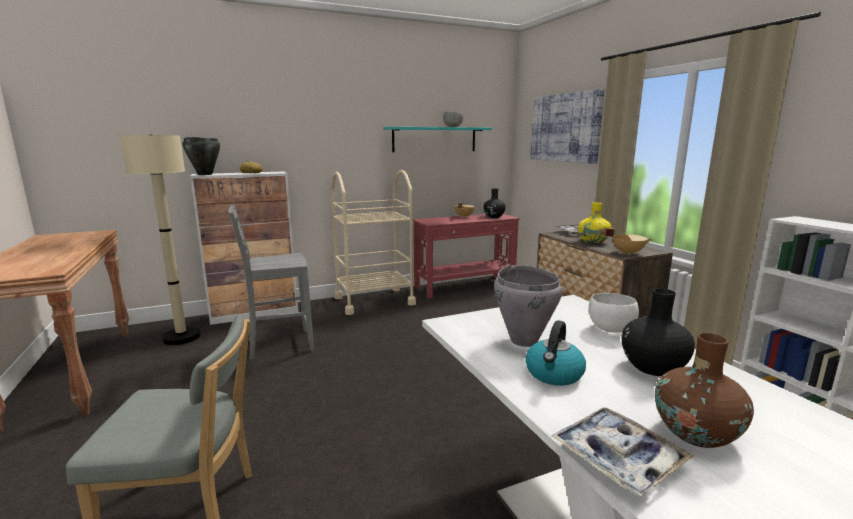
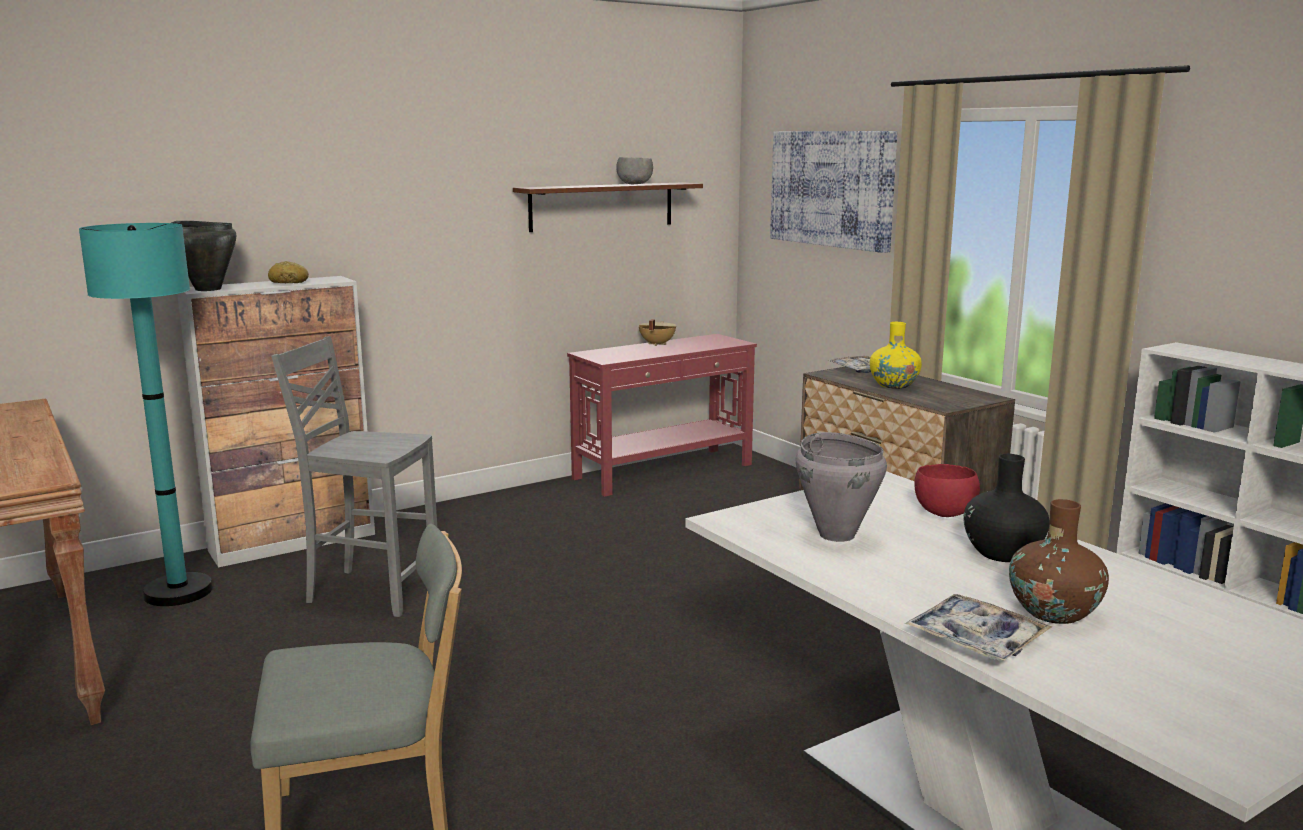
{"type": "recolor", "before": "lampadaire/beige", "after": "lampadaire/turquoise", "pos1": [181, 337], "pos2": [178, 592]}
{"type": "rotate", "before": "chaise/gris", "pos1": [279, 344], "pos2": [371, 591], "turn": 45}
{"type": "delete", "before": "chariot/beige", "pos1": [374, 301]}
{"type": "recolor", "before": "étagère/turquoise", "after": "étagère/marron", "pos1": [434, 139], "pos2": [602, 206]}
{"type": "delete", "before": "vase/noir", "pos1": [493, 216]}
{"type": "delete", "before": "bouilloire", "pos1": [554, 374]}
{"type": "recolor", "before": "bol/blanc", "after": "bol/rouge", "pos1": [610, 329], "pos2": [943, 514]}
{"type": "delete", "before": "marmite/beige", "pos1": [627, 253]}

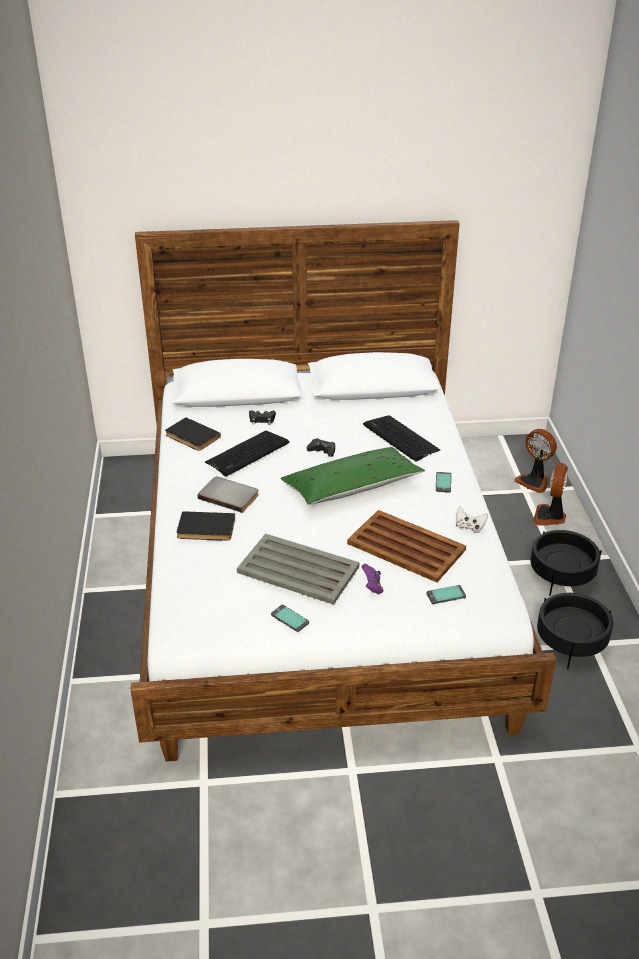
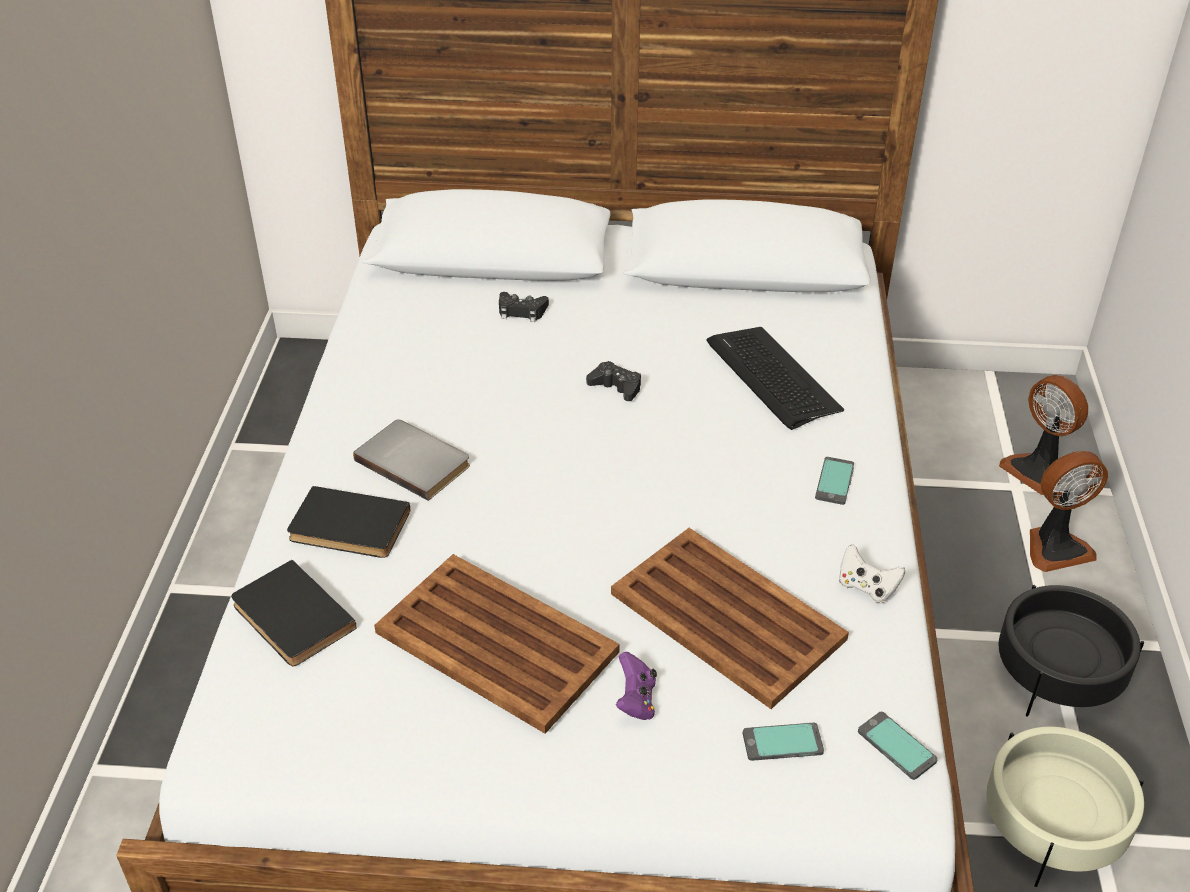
{"type": "move", "before": "livre/noir", "pos1": [191, 437], "pos2": [289, 618]}
{"type": "delete", "before": "clavier", "pos1": [247, 454]}
{"type": "recolor", "before": "plateau/gris", "after": "plateau/marron", "pos1": [299, 570], "pos2": [498, 644]}
{"type": "move", "before": "téléphone", "pos1": [289, 619], "pos2": [896, 746]}
{"type": "delete", "before": "coussin/vert", "pos1": [352, 487]}
{"type": "rotate", "before": "ventilateur", "pos1": [550, 517], "pos2": [1055, 547], "turn": -135}
{"type": "recolor", "before": "cache-pot/noir", "after": "cache-pot/beige", "pos1": [570, 642], "pos2": [1051, 827]}

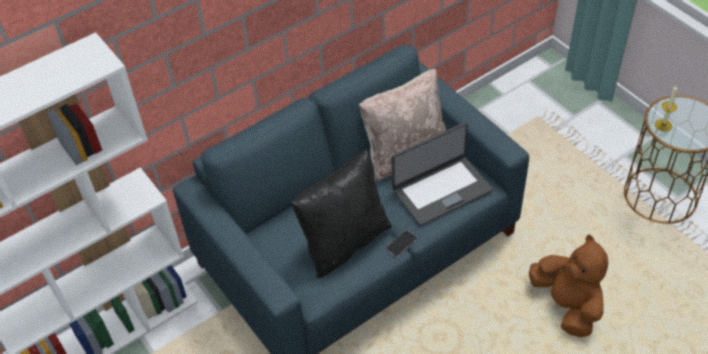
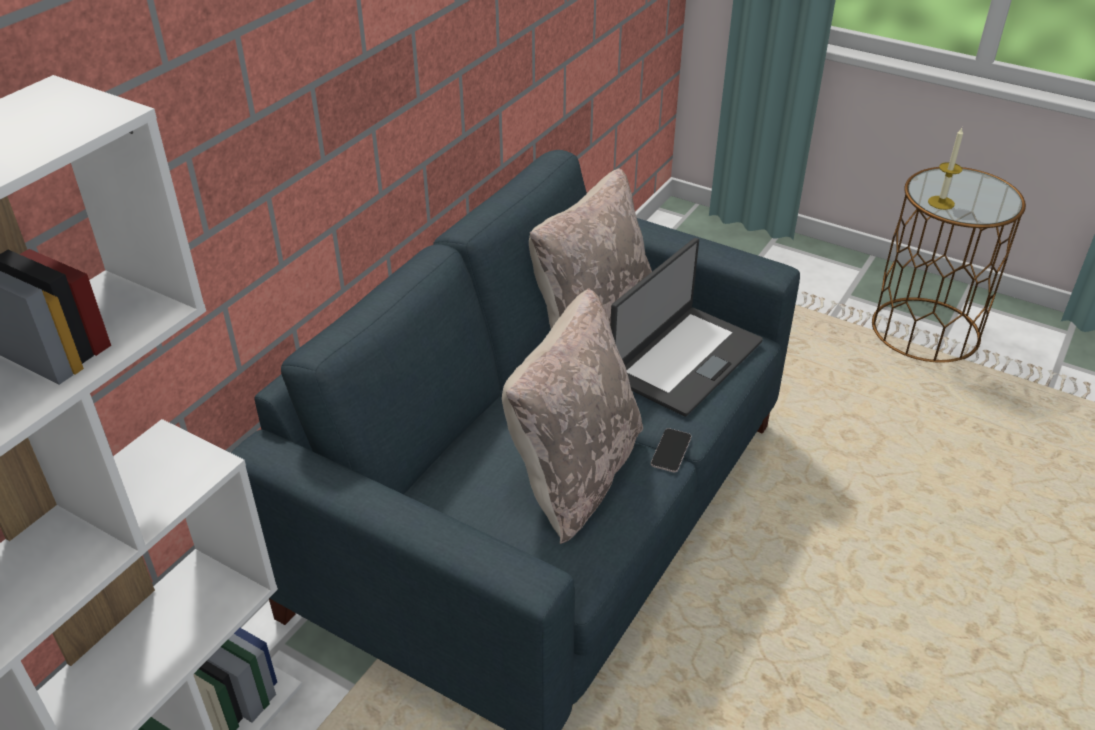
{"type": "recolor", "before": "coussin/noir", "after": "coussin/beige", "pos1": [344, 241], "pos2": [574, 473]}
{"type": "delete", "before": "peluche/marron", "pos1": [567, 305]}

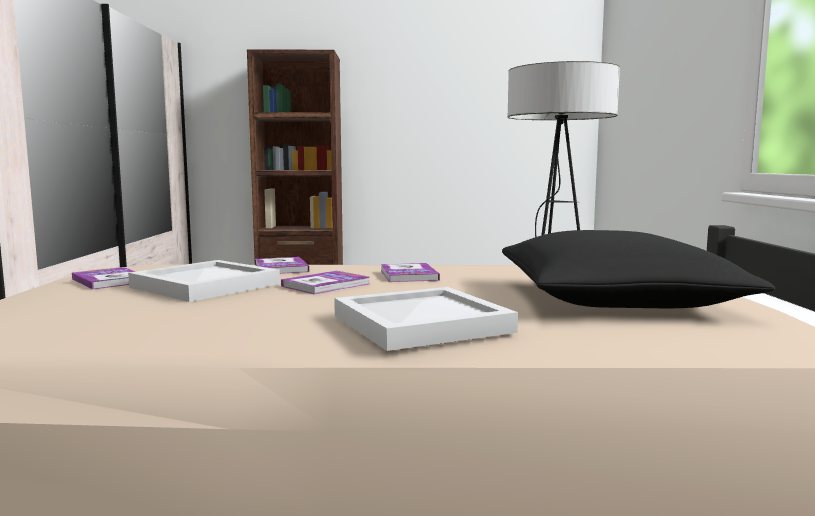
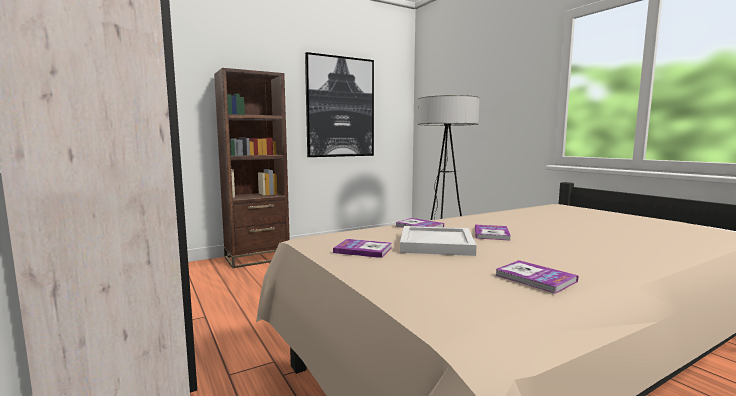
{"type": "delete", "before": "plateau/blanc", "pos1": [422, 323]}
{"type": "move", "before": "livre", "pos1": [408, 275], "pos2": [535, 278]}
{"type": "delete", "before": "coussin/noir", "pos1": [614, 298]}
{"type": "insert", "after": "tableau", "pos2": [340, 107]}

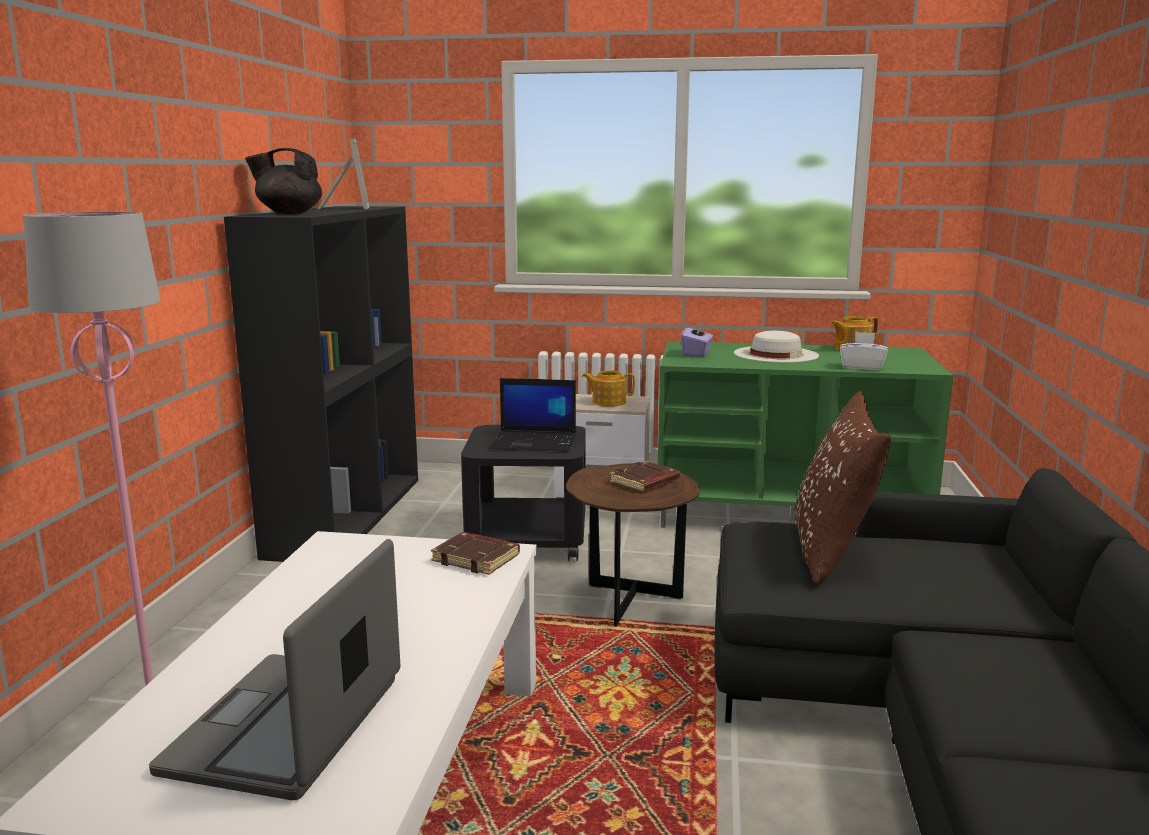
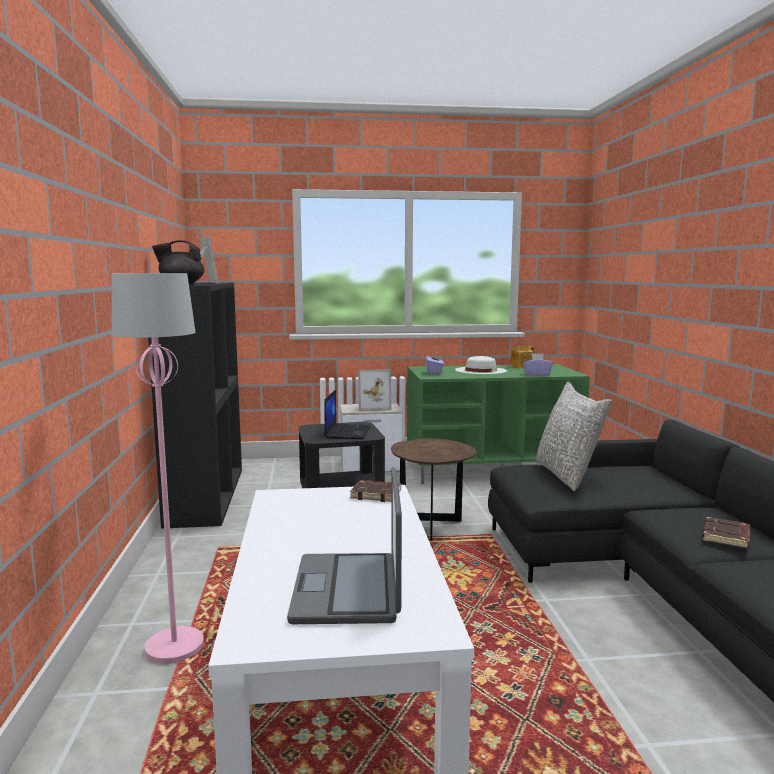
{"type": "rotate", "before": "ordinateur portable", "pos1": [535, 442], "pos2": [347, 432], "turn": -75}
{"type": "replace", "before": "théière", "after": "cadre photo", "pos1": [608, 402], "pos2": [373, 407]}
{"type": "move", "before": "livre/marron", "pos1": [644, 482], "pos2": [727, 537]}
{"type": "recolor", "before": "coussin/marron", "after": "coussin/gris", "pos1": [832, 551], "pos2": [567, 475]}
{"type": "recolor", "before": "boîte à mouchoirs/blanc", "after": "boîte à mouchoirs/violet", "pos1": [862, 367], "pos2": [537, 374]}

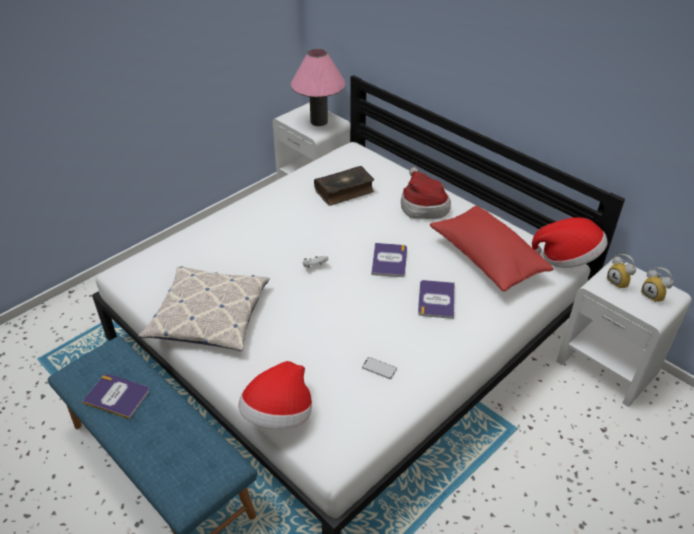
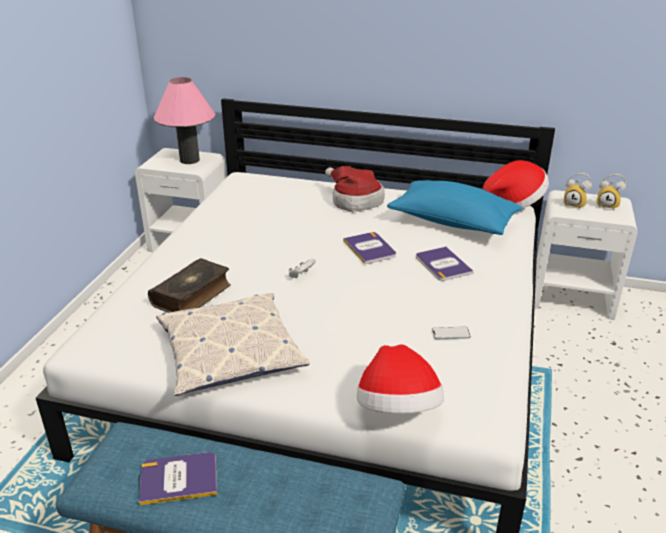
{"type": "move", "before": "livre", "pos1": [344, 191], "pos2": [192, 295]}
{"type": "recolor", "before": "coussin/rouge", "after": "coussin/bleu", "pos1": [486, 259], "pos2": [452, 223]}

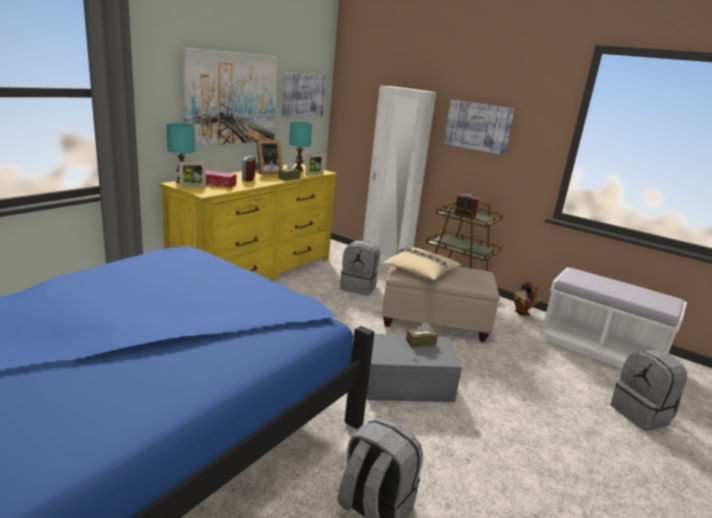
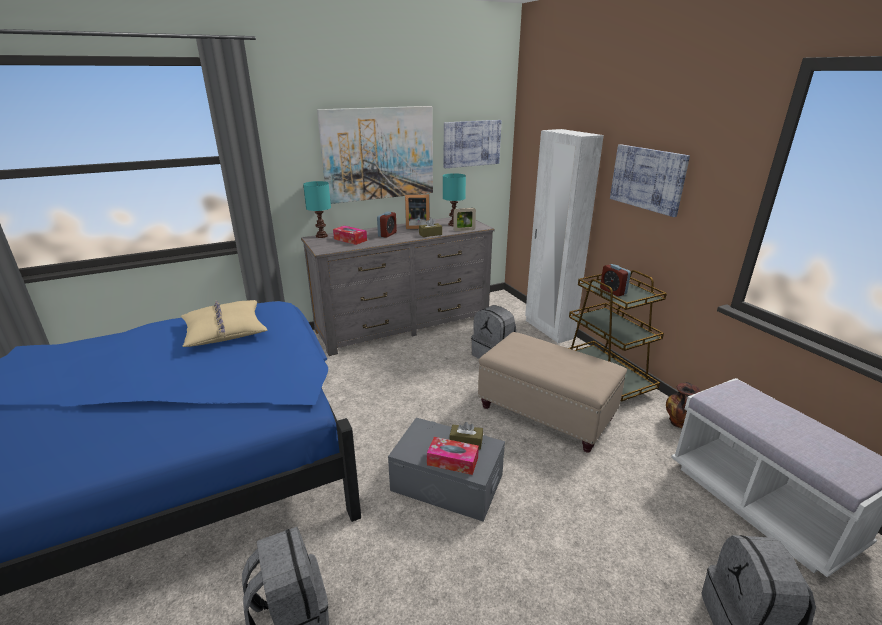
{"type": "recolor", "before": "commode/jaune", "after": "commode/gris", "pos1": [255, 272], "pos2": [404, 324]}
{"type": "delete", "before": "cadre photo", "pos1": [192, 186]}
{"type": "move", "before": "coussin/beige", "pos1": [420, 270], "pos2": [225, 331]}
{"type": "insert", "after": "boîte à mouchoirs", "pos2": [452, 461]}

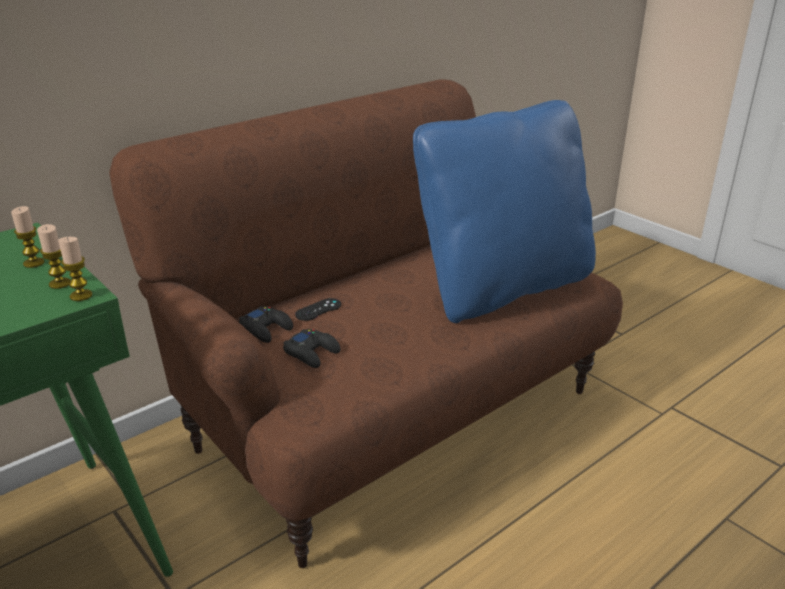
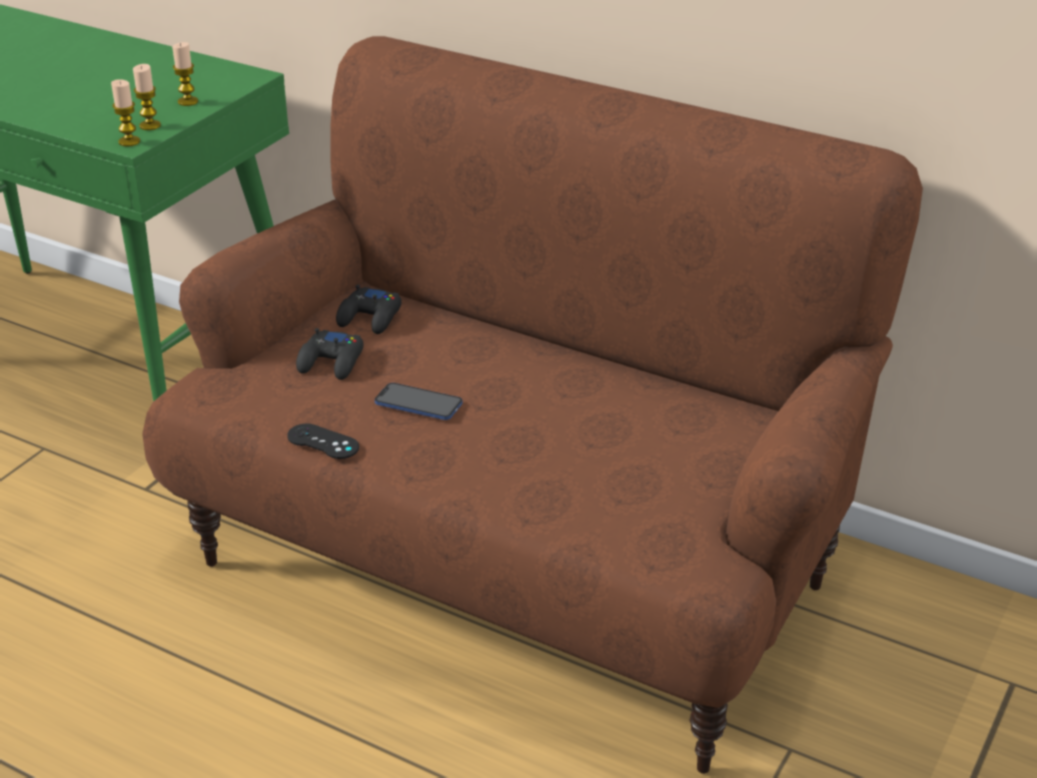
{"type": "move", "before": "manette/noir", "pos1": [318, 310], "pos2": [323, 442]}
{"type": "delete", "before": "coussin/bleu", "pos1": [503, 288]}
{"type": "insert", "after": "téléphone", "pos2": [418, 404]}

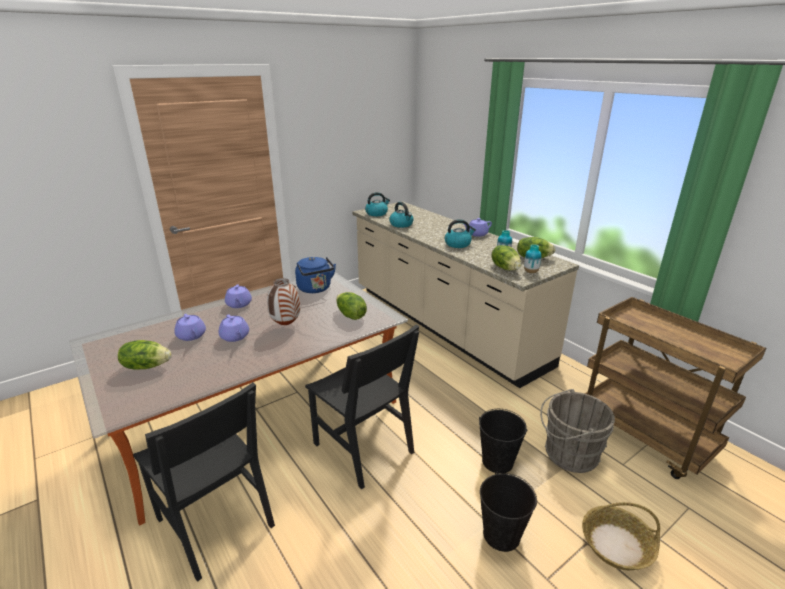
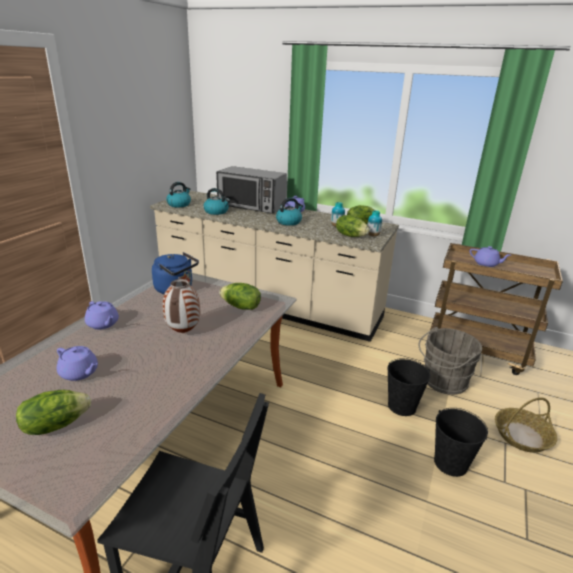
{"type": "move", "before": "théière/violet", "pos1": [235, 337], "pos2": [486, 264]}
{"type": "delete", "before": "chaise/noir", "pos1": [363, 448]}
{"type": "insert", "after": "micro-ondes", "pos2": [251, 206]}

